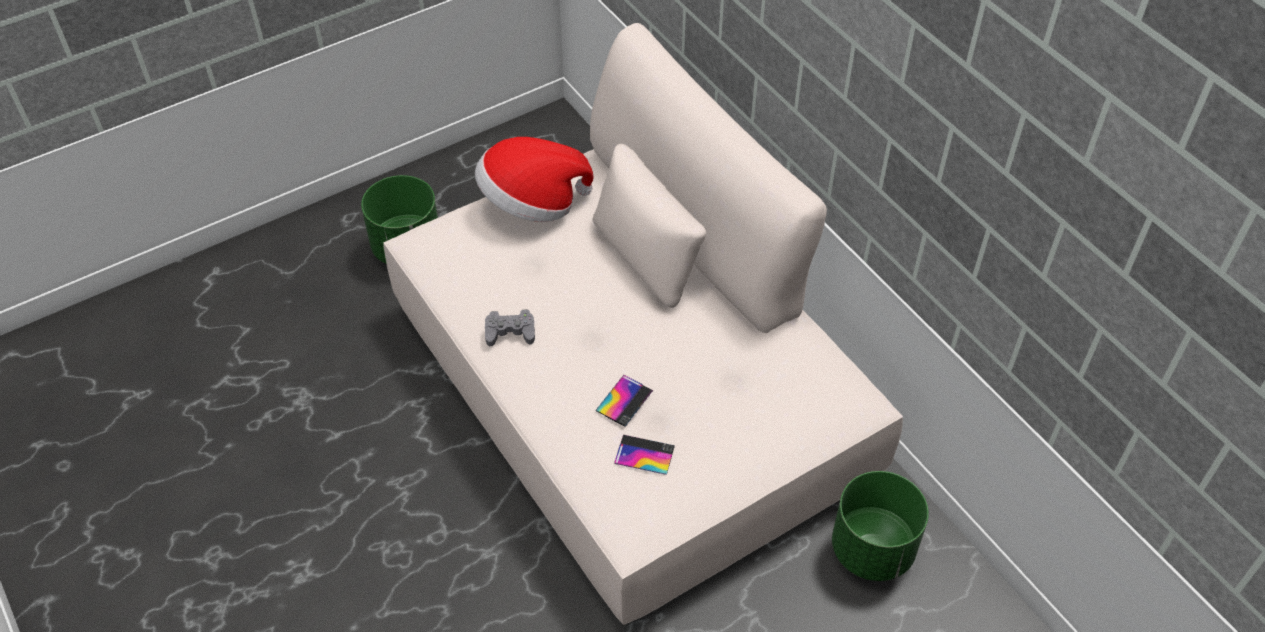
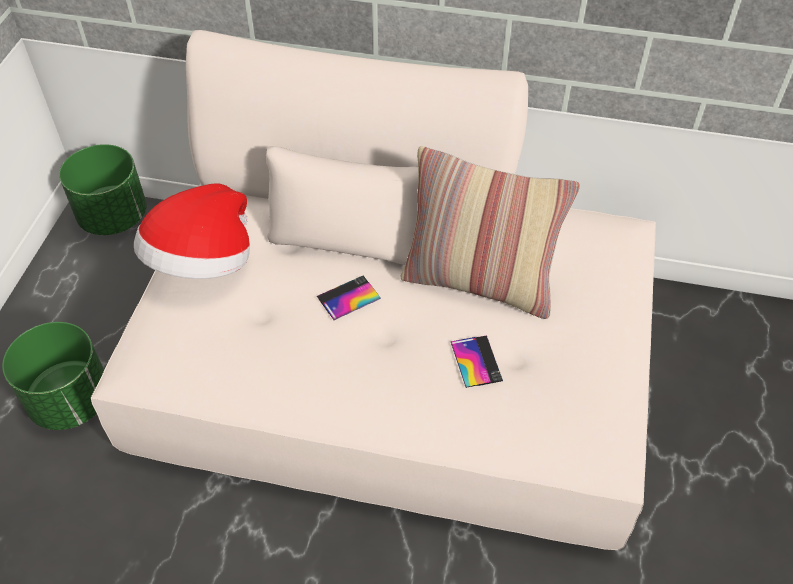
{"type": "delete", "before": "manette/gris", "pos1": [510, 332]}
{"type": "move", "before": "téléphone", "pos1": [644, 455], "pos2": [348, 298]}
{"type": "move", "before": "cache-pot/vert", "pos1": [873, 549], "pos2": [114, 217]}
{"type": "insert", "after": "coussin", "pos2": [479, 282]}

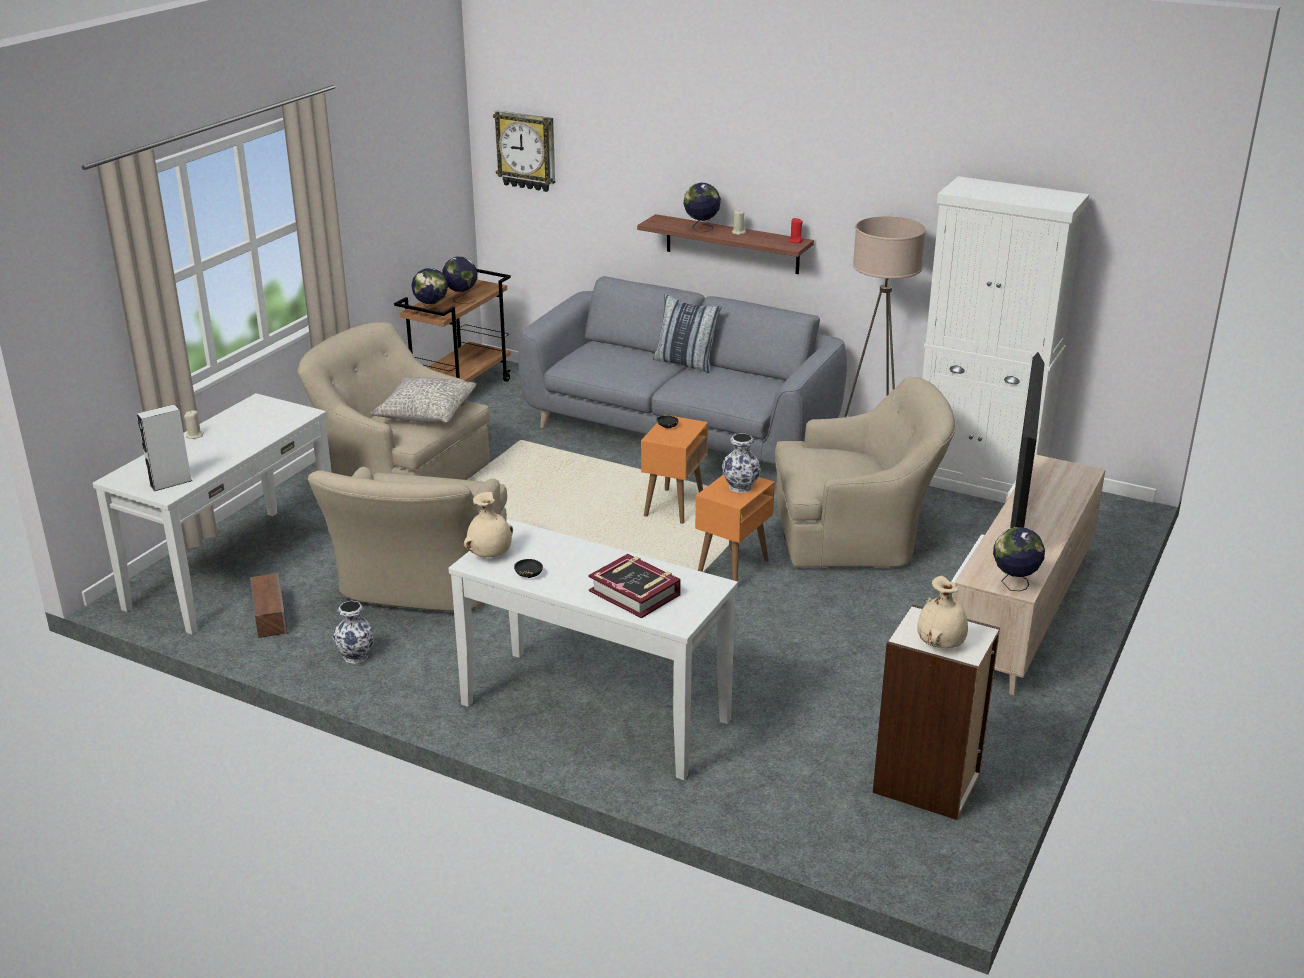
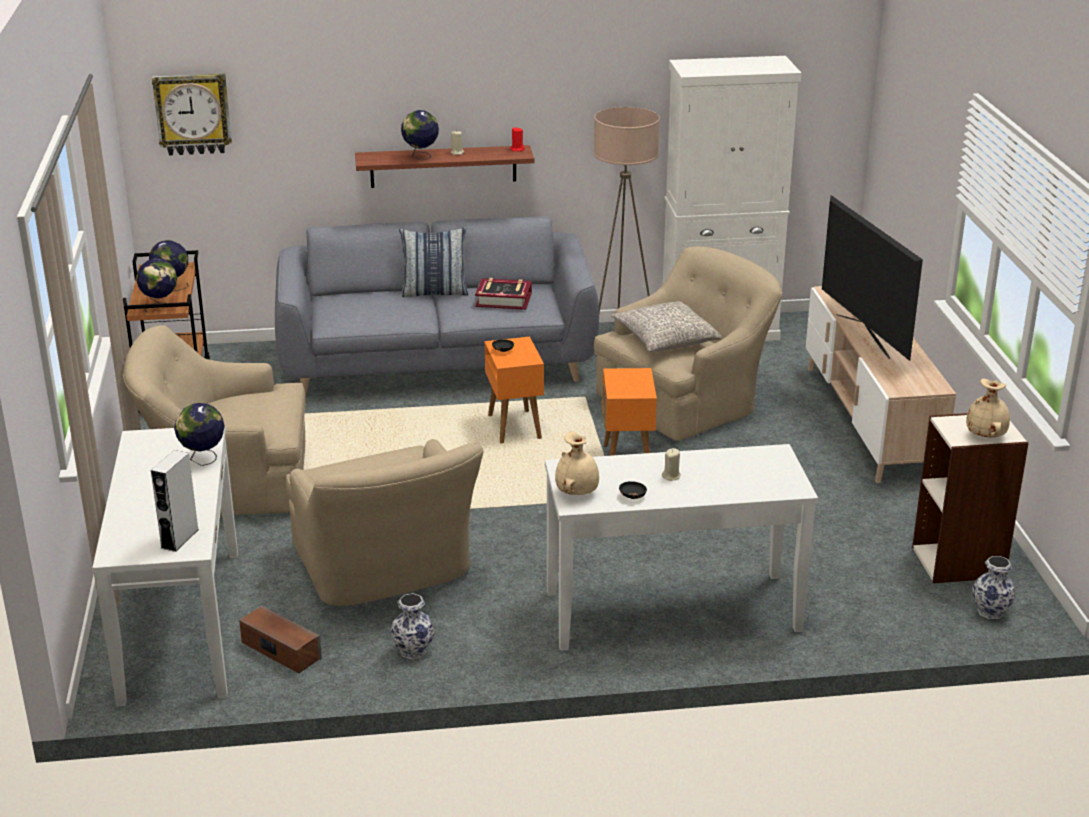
{"type": "move", "before": "bougie/beige", "pos1": [195, 435], "pos2": [671, 476]}
{"type": "move", "before": "coussin/gris", "pos1": [426, 412], "pos2": [665, 339]}
{"type": "move", "before": "livre", "pos1": [635, 593], "pos2": [503, 299]}
{"type": "move", "before": "vase", "pos1": [741, 487], "pos2": [991, 611]}
{"type": "move", "before": "globe", "pos1": [1014, 585], "pos2": [203, 459]}

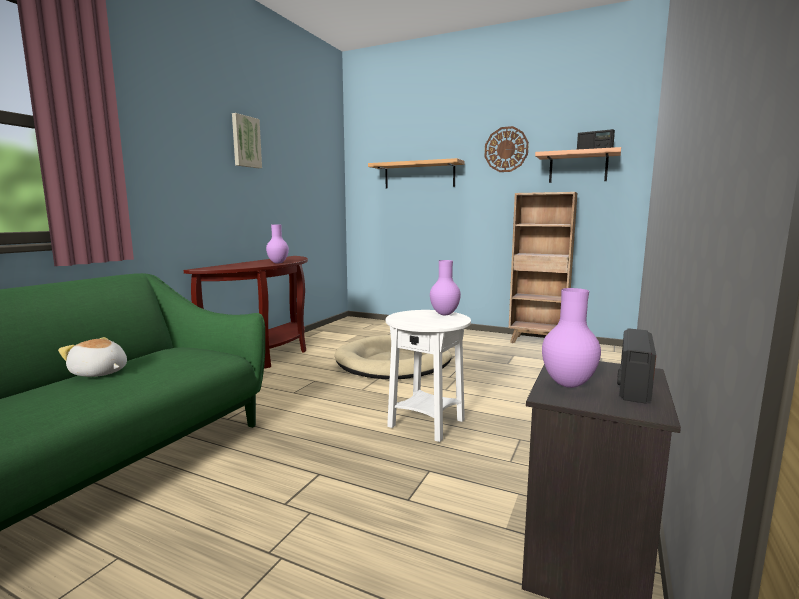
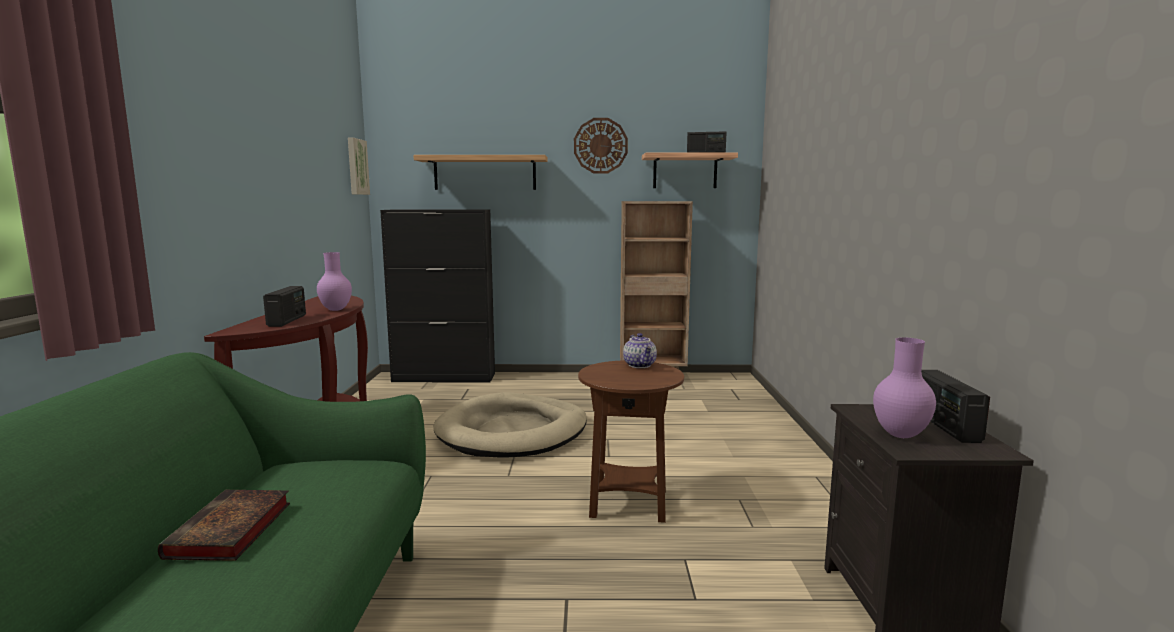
{"type": "replace", "before": "peluche", "after": "livre", "pos1": [99, 373], "pos2": [230, 532]}
{"type": "move", "before": "tableau", "pos1": [245, 142], "pos2": [356, 167]}
{"type": "recolor", "before": "table d'appoint/blanc", "after": "table d'appoint/marron", "pos1": [426, 424], "pos2": [629, 504]}
{"type": "replace", "before": "vase/violet", "after": "théière", "pos1": [445, 314], "pos2": [640, 365]}
{"type": "insert", "after": "radio", "pos2": [287, 321]}
{"type": "insert", "after": "meuble de rangement/noir", "pos2": [444, 378]}

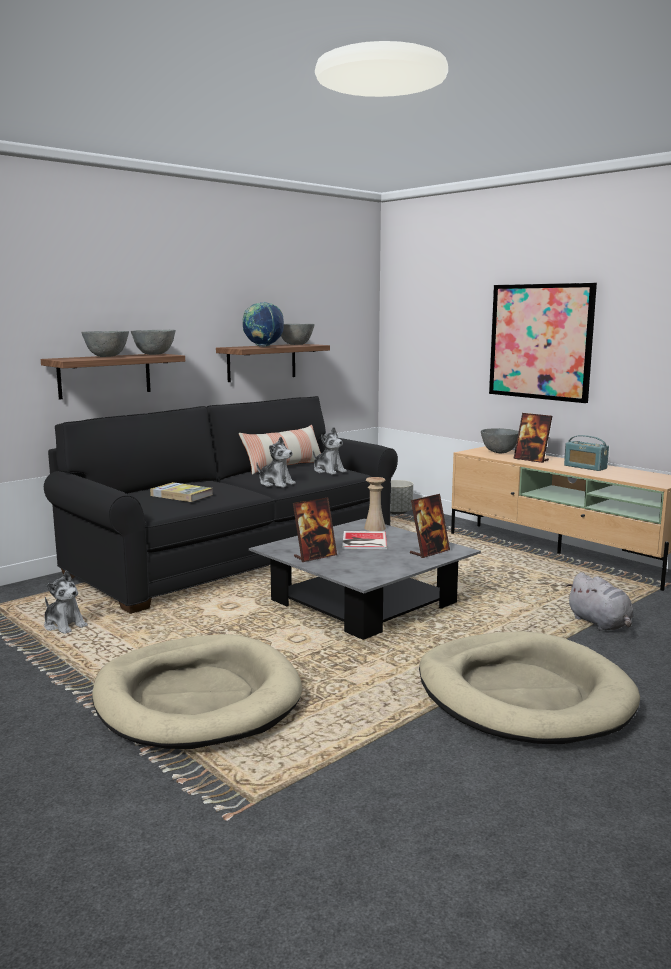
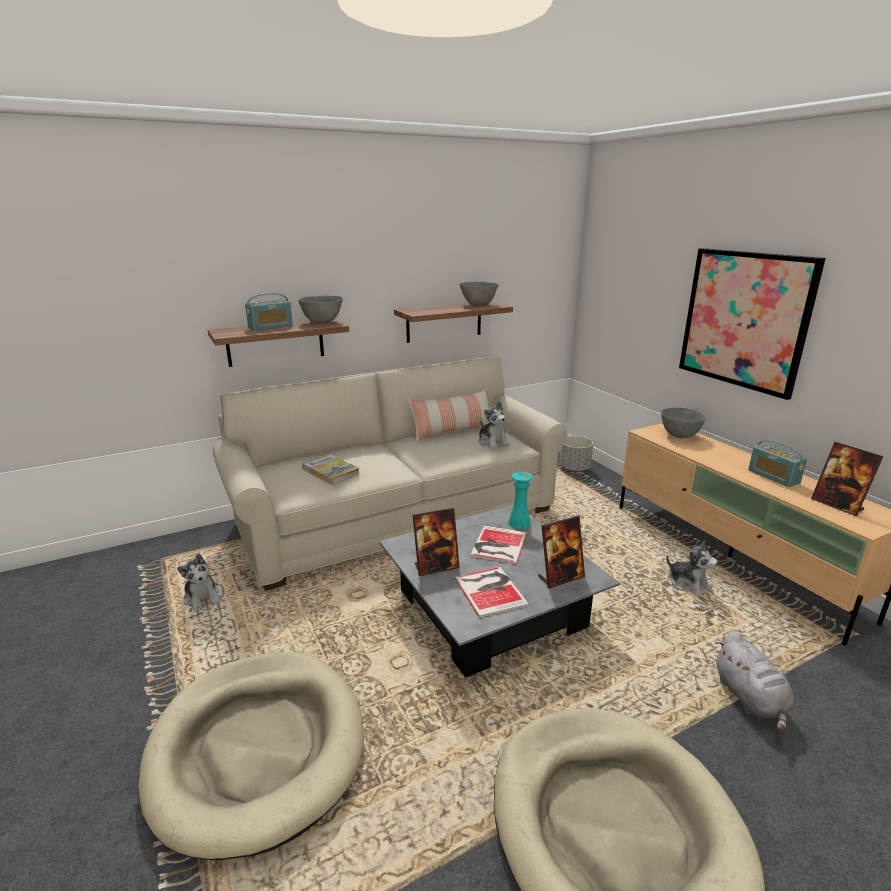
{"type": "recolor", "before": "canapé/noir", "after": "canapé/beige", "pos1": [235, 556], "pos2": [397, 516]}
{"type": "replace", "before": "bol/gris", "after": "radio", "pos1": [106, 356], "pos2": [270, 327]}
{"type": "delete", "before": "globe", "pos1": [263, 346]}
{"type": "move", "before": "peluche", "pos1": [276, 483], "pos2": [688, 584]}
{"type": "recolor", "before": "vase/beige", "after": "vase/turquoise", "pos1": [375, 528], "pos2": [519, 523]}
{"type": "move", "before": "cadre photo", "pos1": [531, 460], "pos2": [837, 505]}
{"type": "insert", "after": "livre", "pos2": [490, 590]}

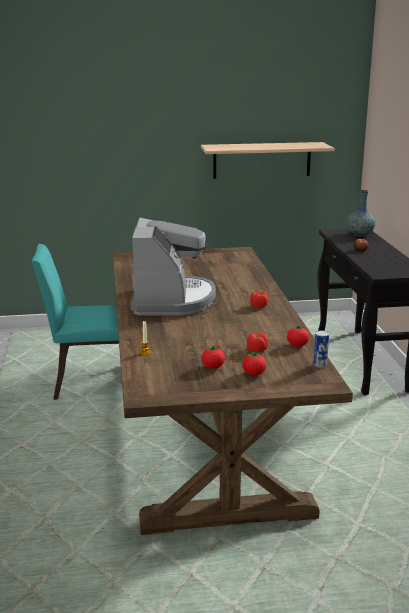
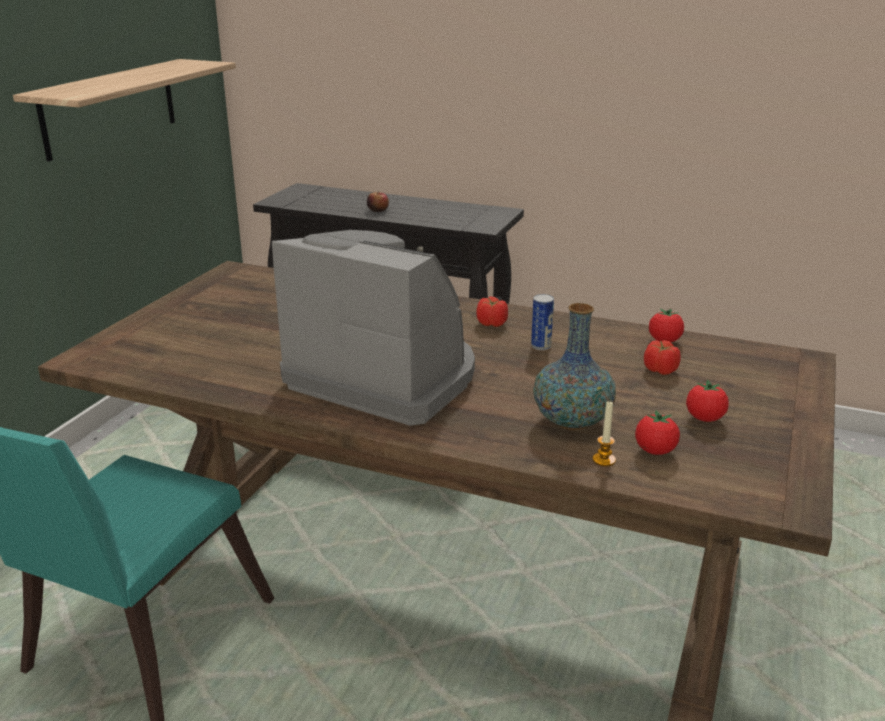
{"type": "move", "before": "tomate", "pos1": [254, 374], "pos2": [655, 451]}
{"type": "move", "before": "boîte métallique", "pos1": [320, 365], "pos2": [541, 346]}
{"type": "move", "before": "vase", "pos1": [359, 234], "pos2": [572, 421]}

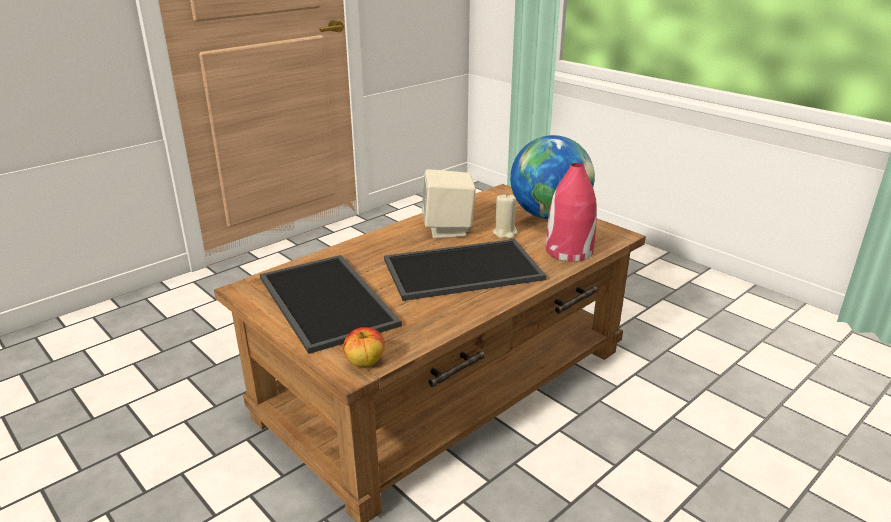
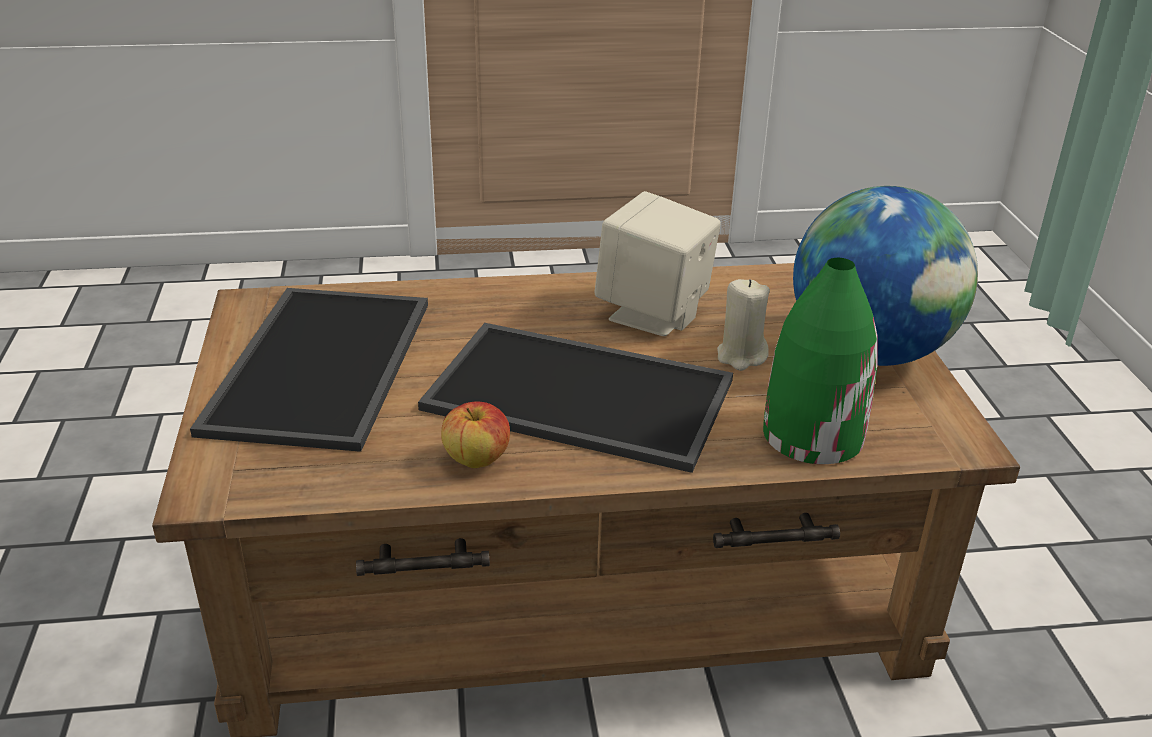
{"type": "move", "before": "pomme", "pos1": [365, 362], "pos2": [477, 460]}
{"type": "recolor", "before": "vase/rouge", "after": "vase/vert", "pos1": [568, 251], "pos2": [811, 435]}

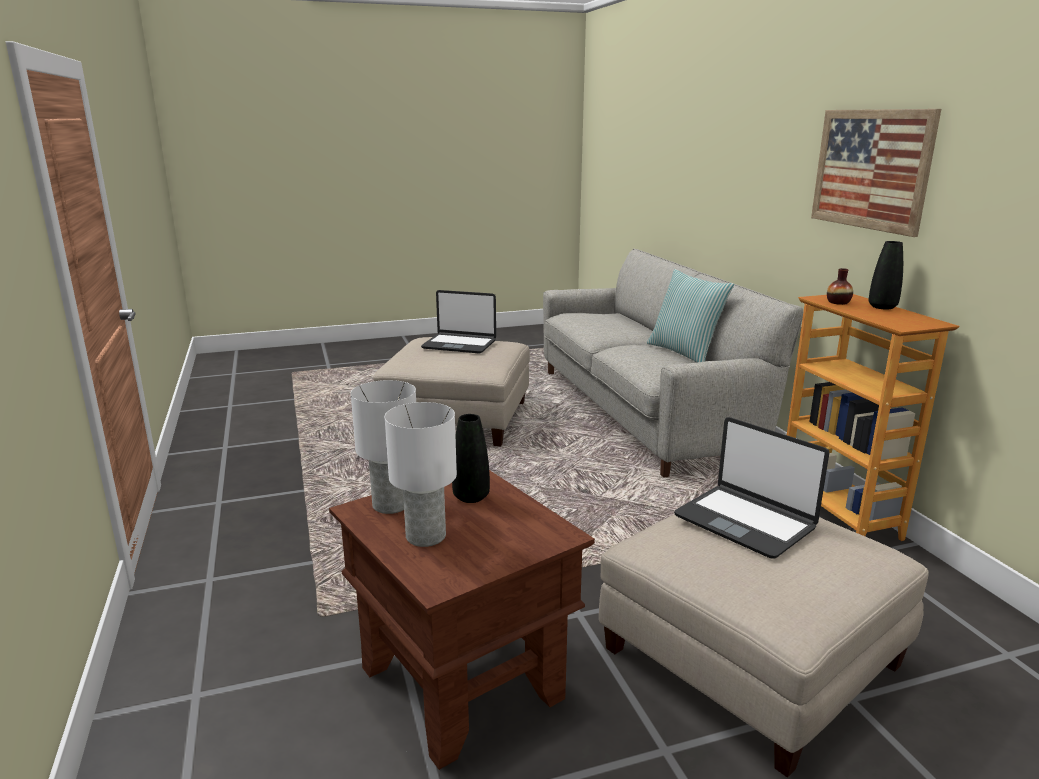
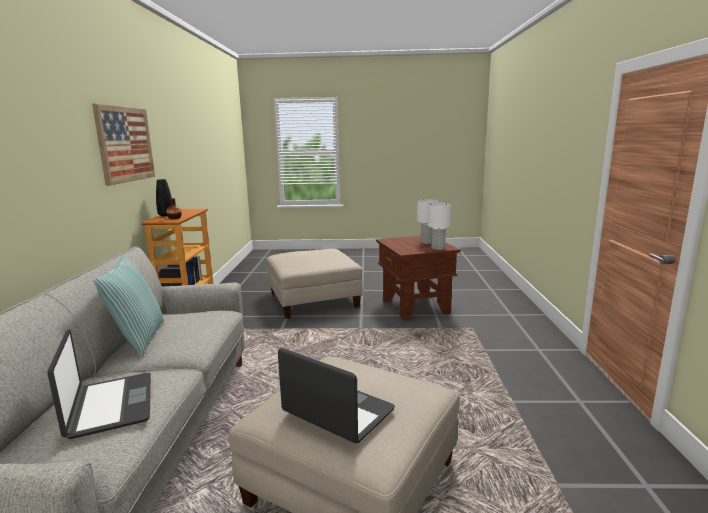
{"type": "delete", "before": "vase/noir", "pos1": [471, 497]}
{"type": "move", "before": "ordinateur portable", "pos1": [745, 521], "pos2": [110, 406]}

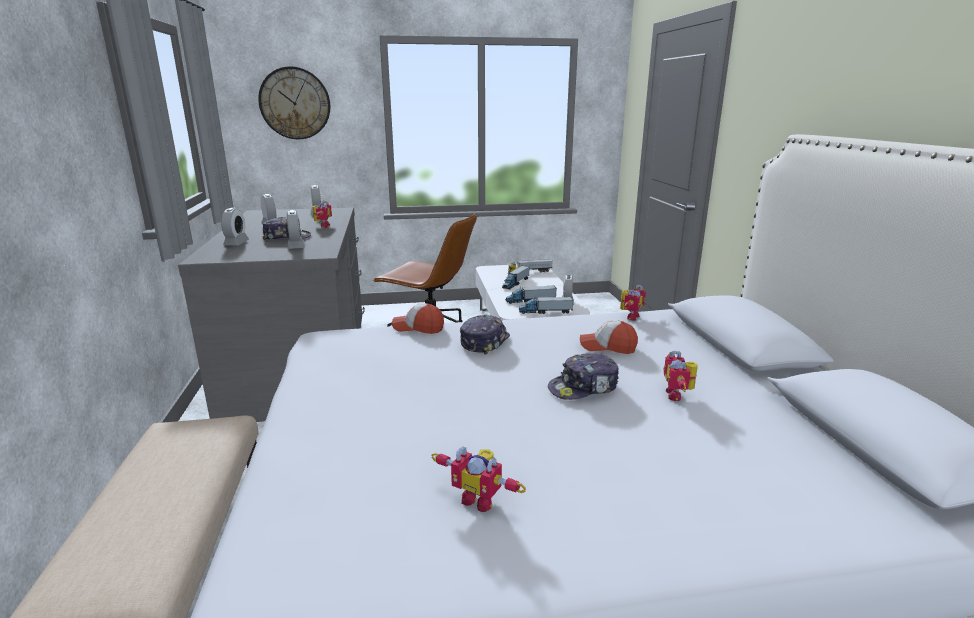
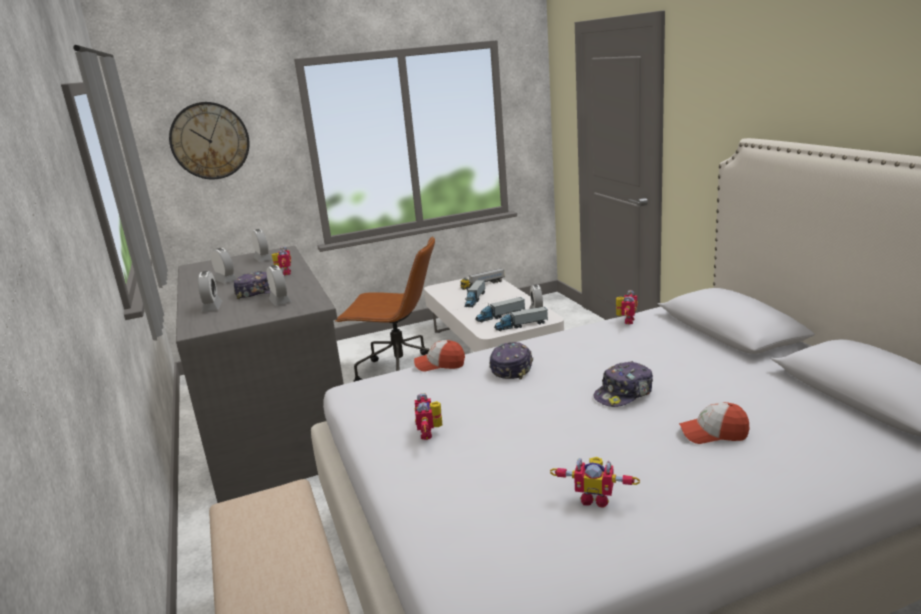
{"type": "move", "before": "casquette", "pos1": [607, 347], "pos2": [713, 433]}
{"type": "move", "before": "robot jouet", "pos1": [678, 395], "pos2": [430, 433]}

